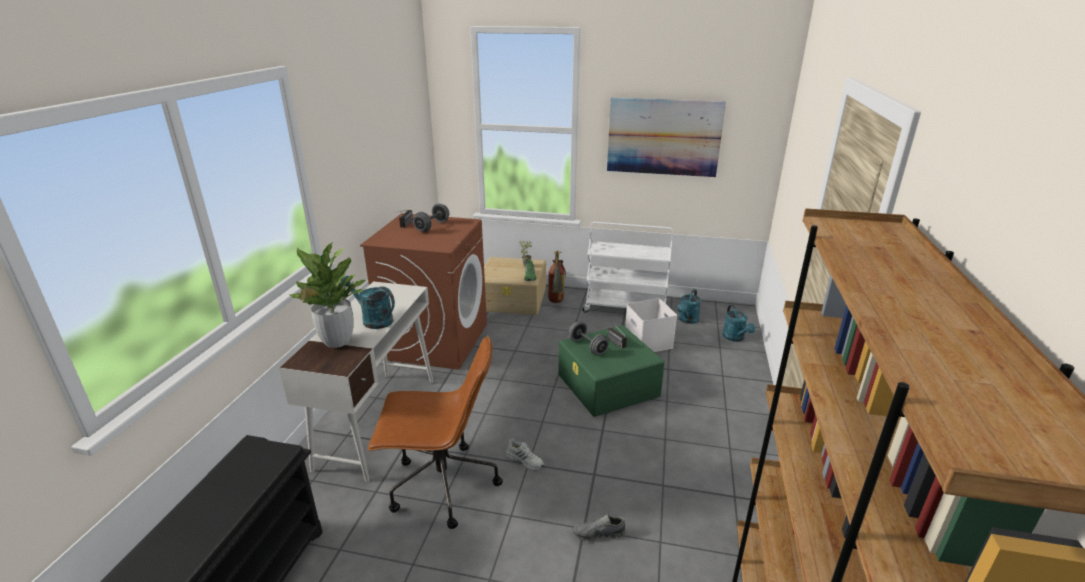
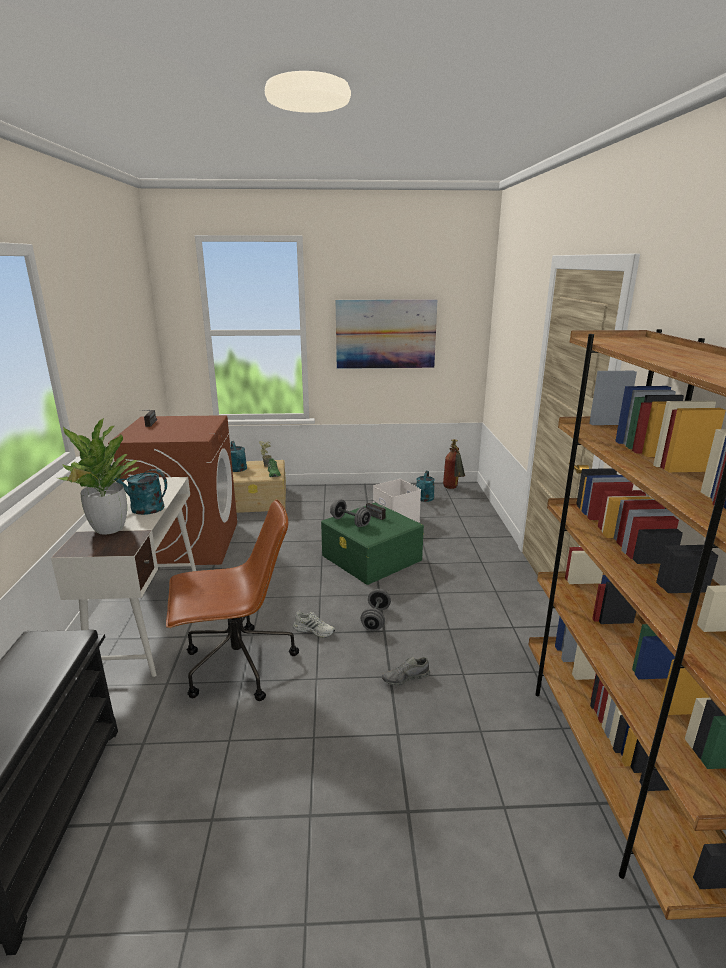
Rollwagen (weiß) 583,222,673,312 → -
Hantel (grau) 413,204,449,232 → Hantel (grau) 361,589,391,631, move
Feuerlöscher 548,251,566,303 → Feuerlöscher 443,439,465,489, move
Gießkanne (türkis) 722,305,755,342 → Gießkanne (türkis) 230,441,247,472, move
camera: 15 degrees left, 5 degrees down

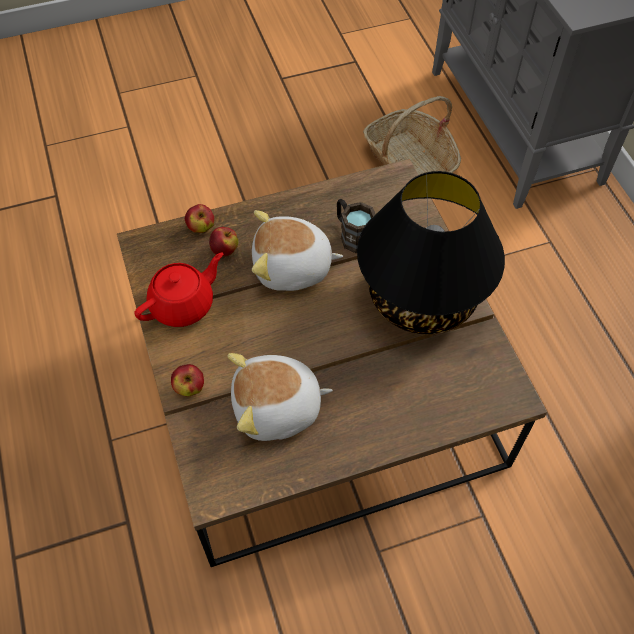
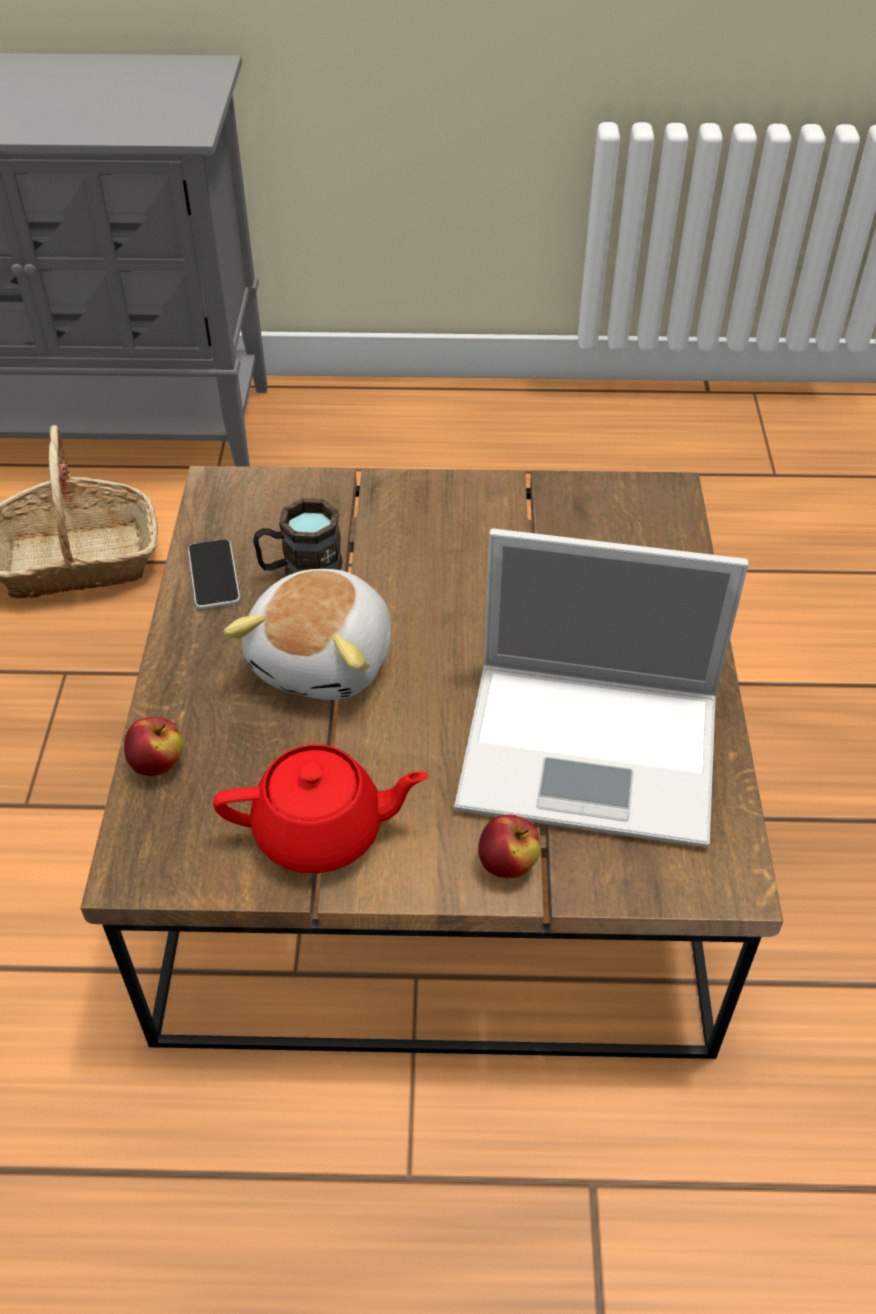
Apfel 209,227,238,257 → -
Tischlampe (schwarz) 357,171,505,335 → -
- → Handy 188,539,240,609
Plüschtier 228,353,333,441 → Laptop 454,528,749,848
Teekanne (rot) 135,252,223,327 → Teekanne (rot) 213,745,428,873, 105 degrees clockwise
camera: 70 degrees left, 10 degrees down

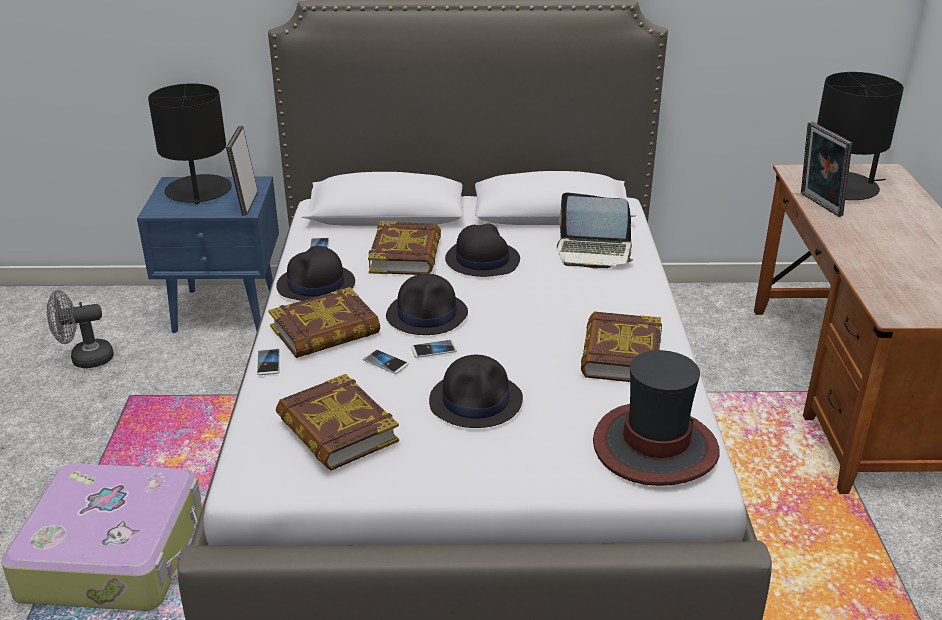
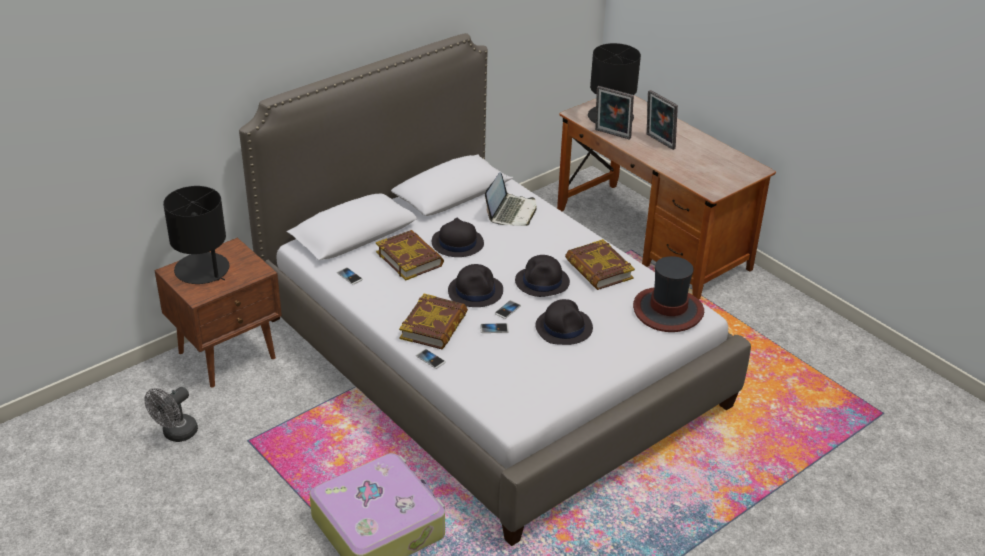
Buch 276,374,399,471 → -
Bilderrahmen 226,126,258,216 → Bilderrahmen 647,90,678,150, move
Hut (schwarz) 276,246,355,301 → Hut (schwarz) 515,255,570,297, move
Nachttisch (blau) 137,177,279,333 → Nachttisch (braun) 154,238,282,387
Laptop 557,192,633,268 → Laptop 485,172,536,226, 45 degrees counterclockwise
camera: 40 degrees left, 5 degrees up

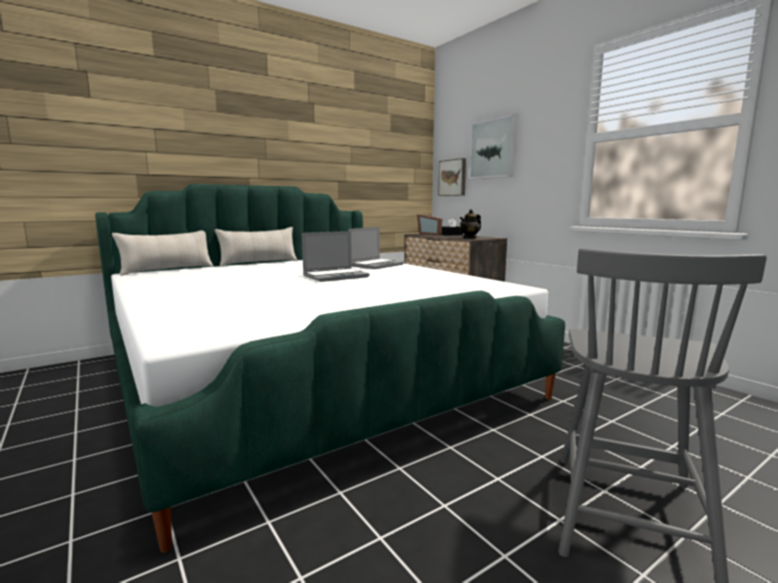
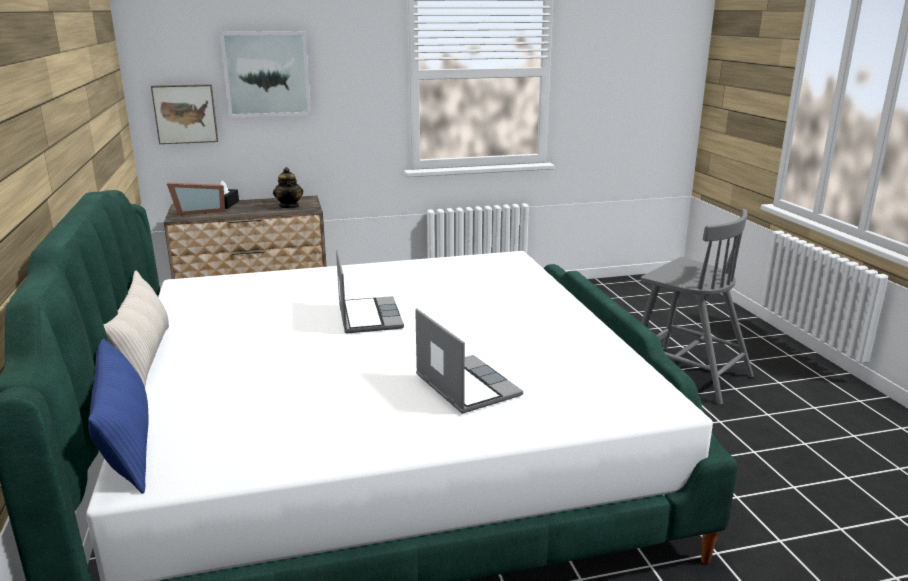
Laptop 349,227,404,269 → Laptop 415,308,523,414, move
Kissen (beige) 112,230,213,276 → Kissen (blau) 88,339,149,494
camera: 70 degrees left, 10 degrees up

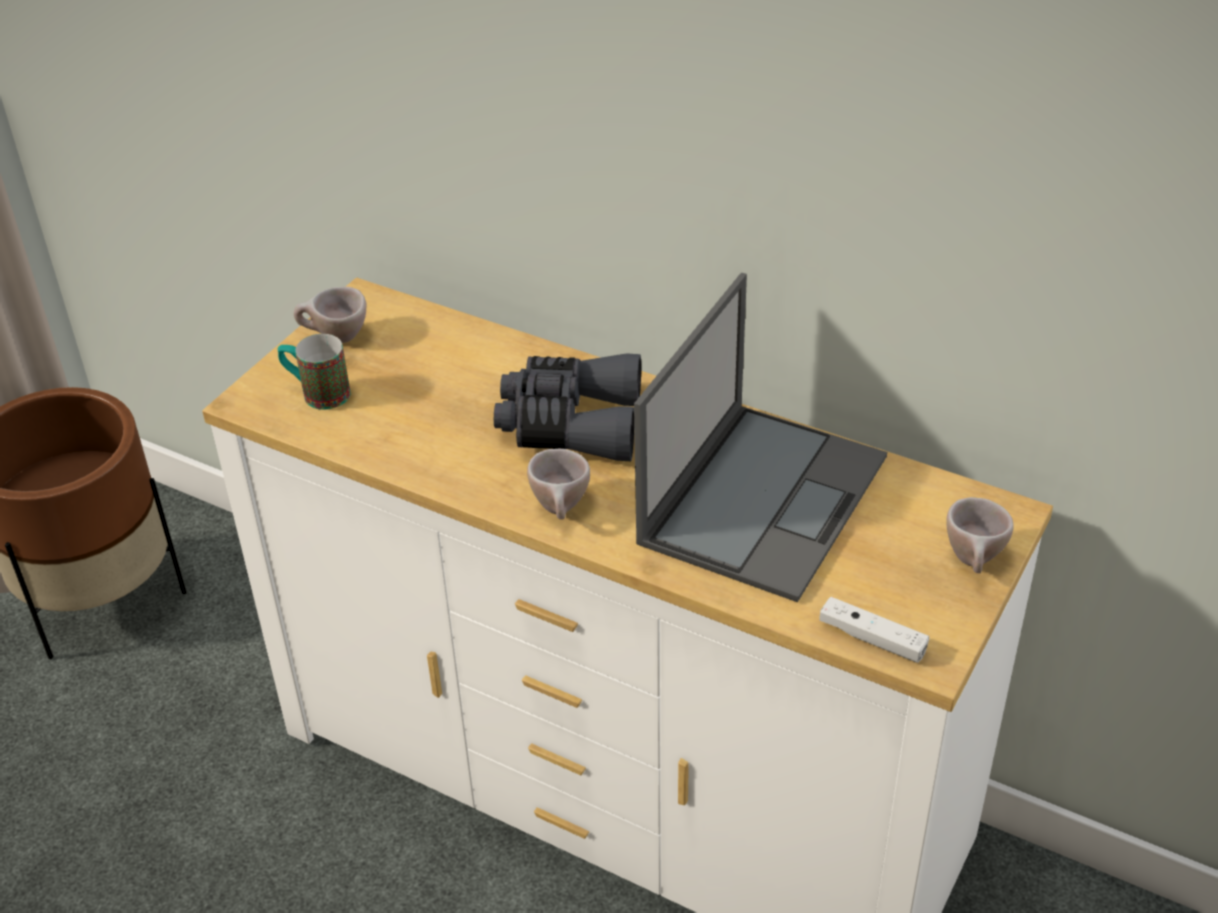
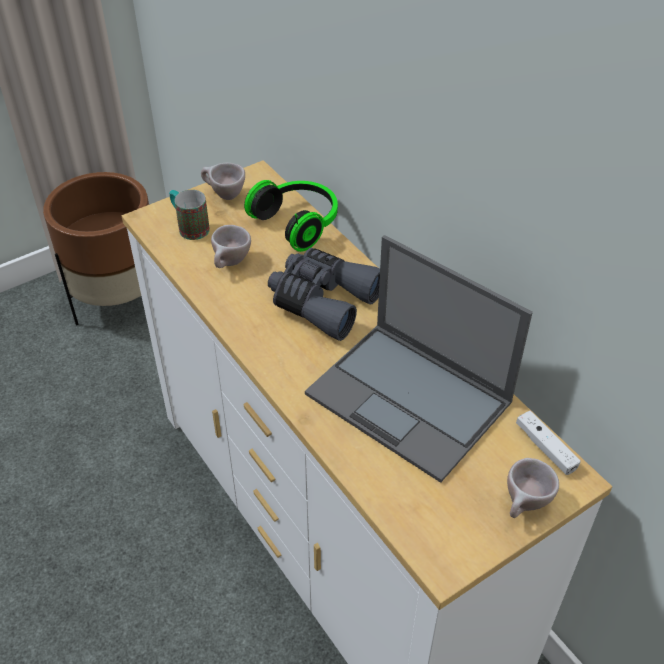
- → Kopfhörer 244,180,338,252
Tasse (beige) 527,449,590,520 → Tasse (beige) 211,225,251,268, move
Gamepad (weiß) 819,597,929,663 → Gamepad (weiß) 516,411,581,475, move
Laptop 634,273,887,602 → Laptop 305,235,533,483, 75 degrees clockwise
camera: 25 degrees right, 5 degrees up

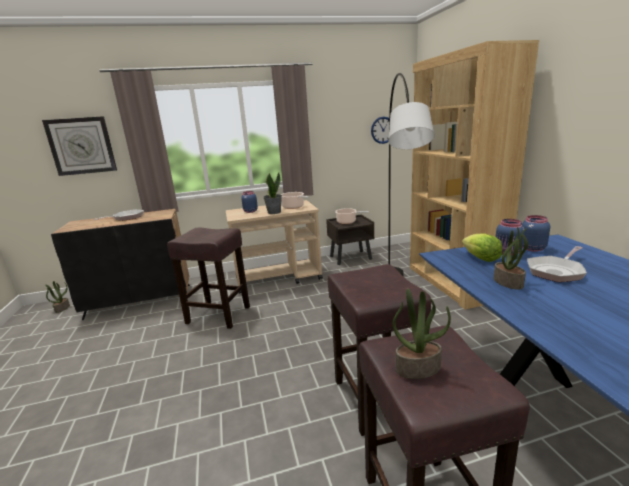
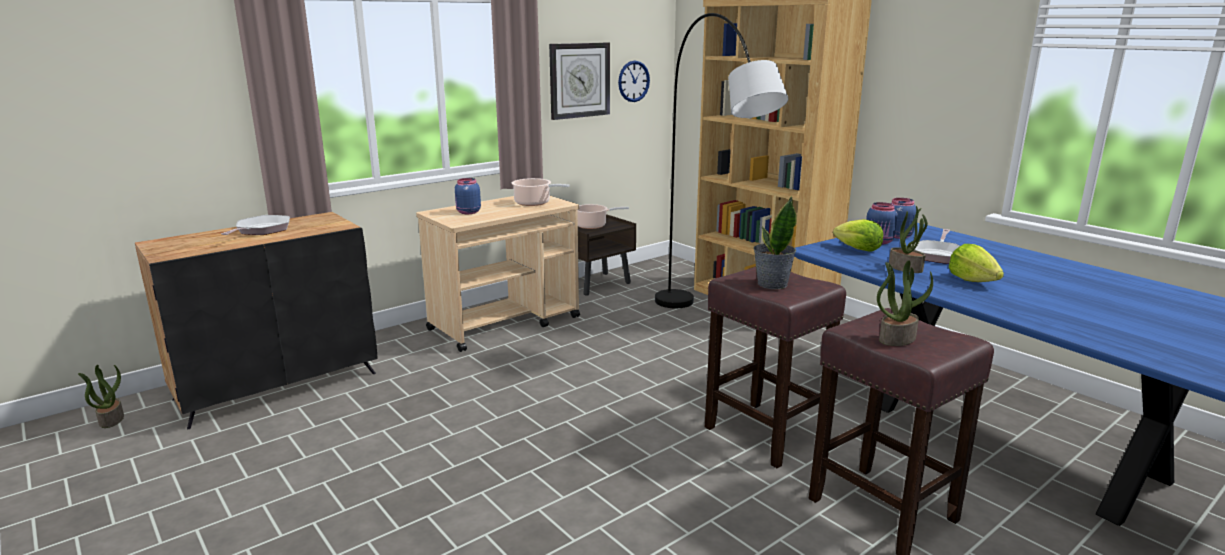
Hocker (braun) 167,228,250,329 → -
- → Salatkopf 949,244,1004,282
Wanduhr 42,116,117,176 → Wanduhr 549,43,610,120, move
Topfpflanze 263,173,282,214 → Topfpflanze 753,196,797,289, move
camera: 25 degrees left, 0 degrees up

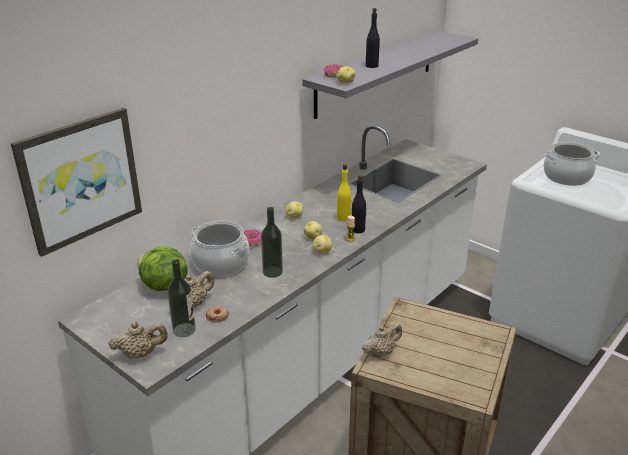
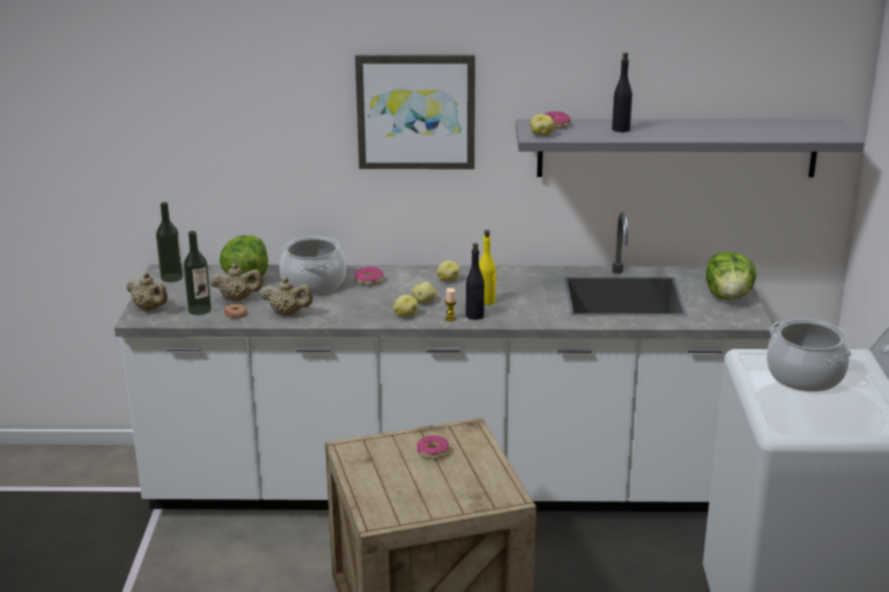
- → Donut 417,435,449,459
- → Salatkopf 706,252,757,299
Bild 11,108,142,257 → Bild 355,55,475,169, move
Flasche 261,207,283,278 → Flasche 156,202,183,282, move
Teekanne (beige) 362,323,402,358 → Teekanne (beige) 260,277,313,315, move
camera: 50 degrees right, 5 degrees down

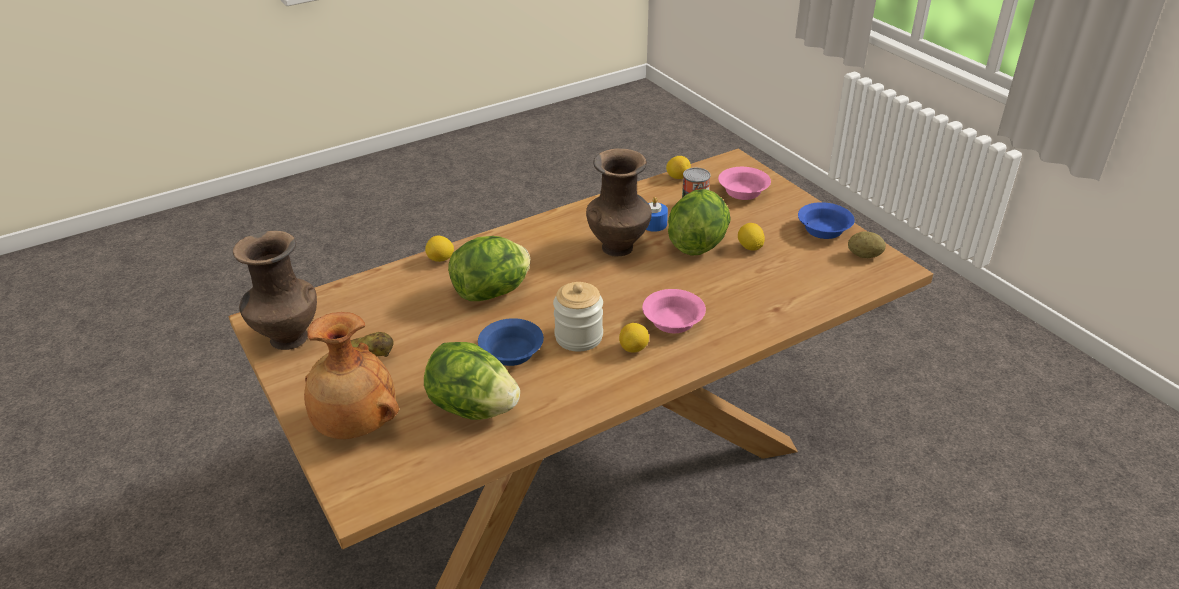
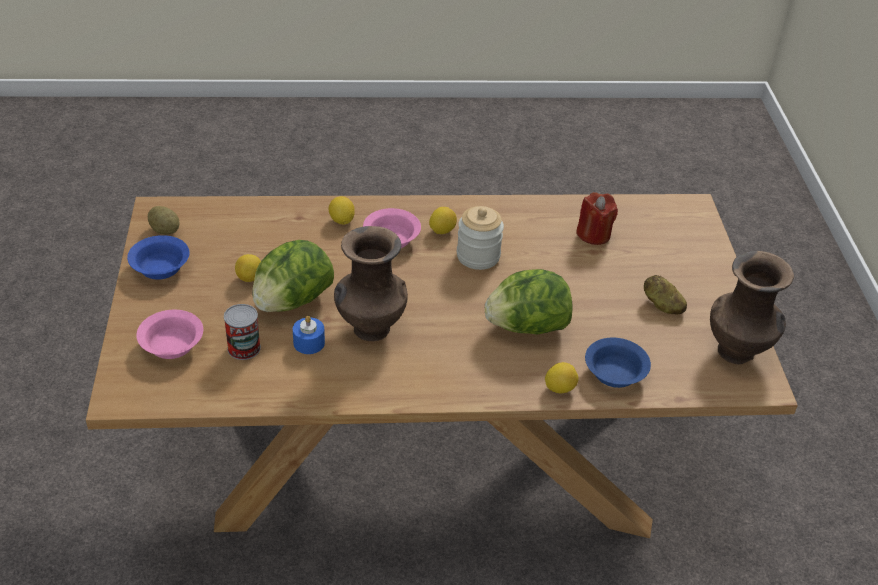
Vase (braun) 304,312,399,439 → -
Schüssel (blau) 478,318,544,366 → Schüssel (blau) 585,337,651,388, move
Zitrone 666,156,691,179 → Zitrone 329,196,355,225, move
Salatkopf 424,342,520,420 → Kerze (rot) 576,192,618,245
camera: 155 degrees left, 5 degrees up

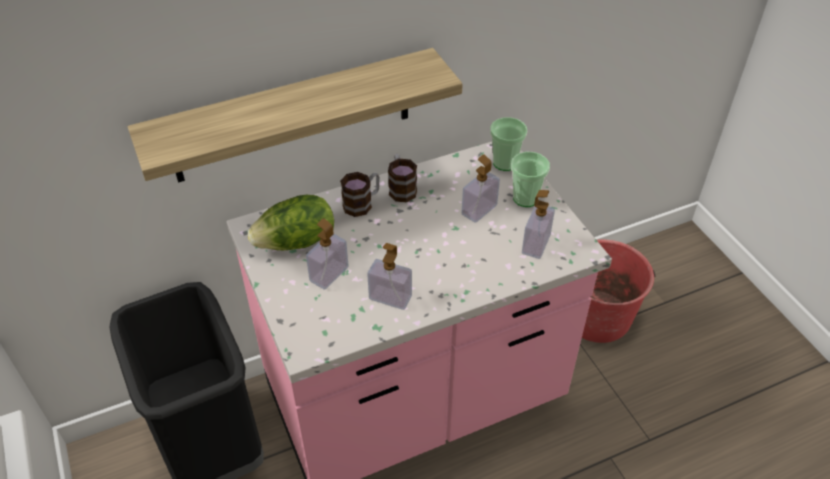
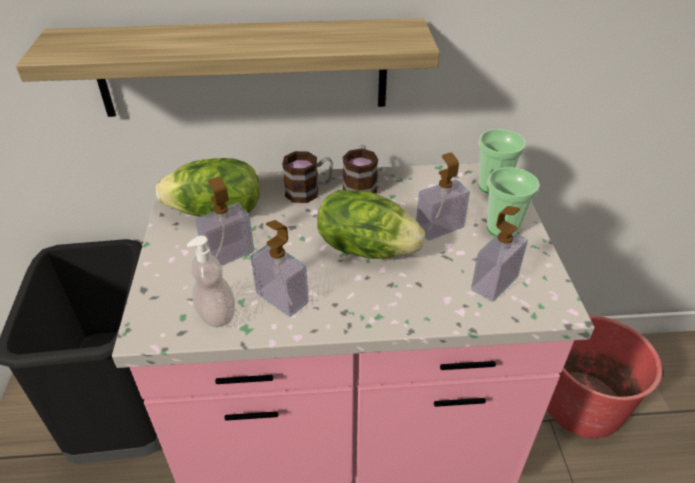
- → Seifenspender 187,236,235,327
- → Salatkopf 317,190,425,259
camera: 20 degrees right, 5 degrees down

